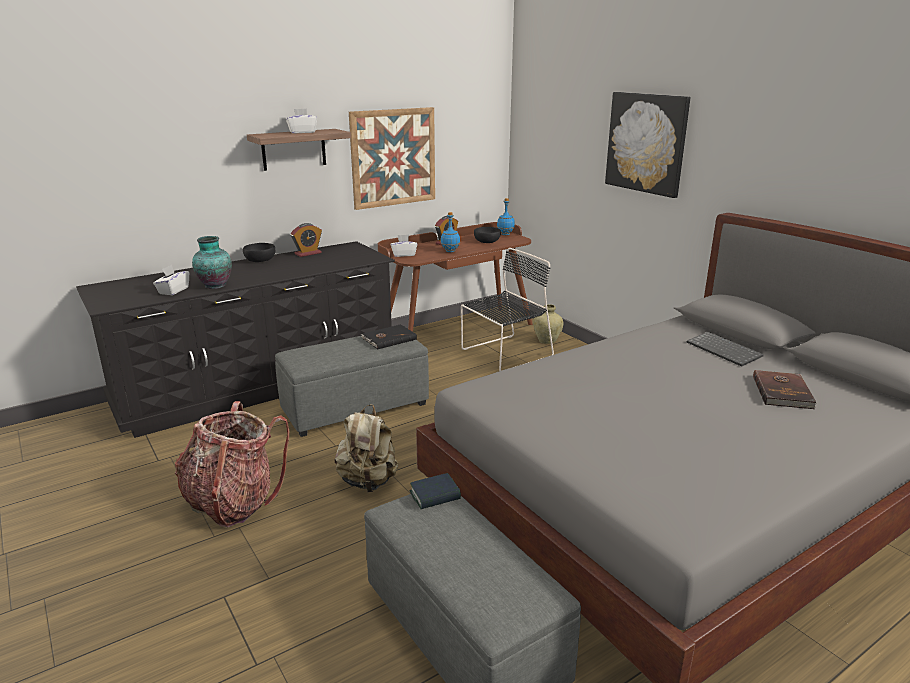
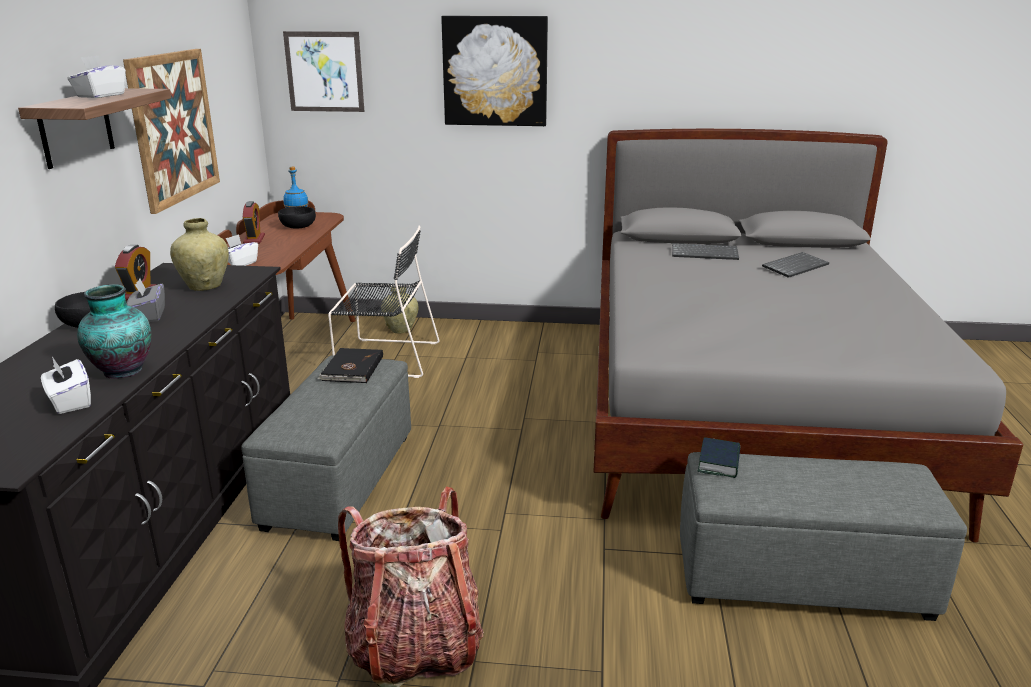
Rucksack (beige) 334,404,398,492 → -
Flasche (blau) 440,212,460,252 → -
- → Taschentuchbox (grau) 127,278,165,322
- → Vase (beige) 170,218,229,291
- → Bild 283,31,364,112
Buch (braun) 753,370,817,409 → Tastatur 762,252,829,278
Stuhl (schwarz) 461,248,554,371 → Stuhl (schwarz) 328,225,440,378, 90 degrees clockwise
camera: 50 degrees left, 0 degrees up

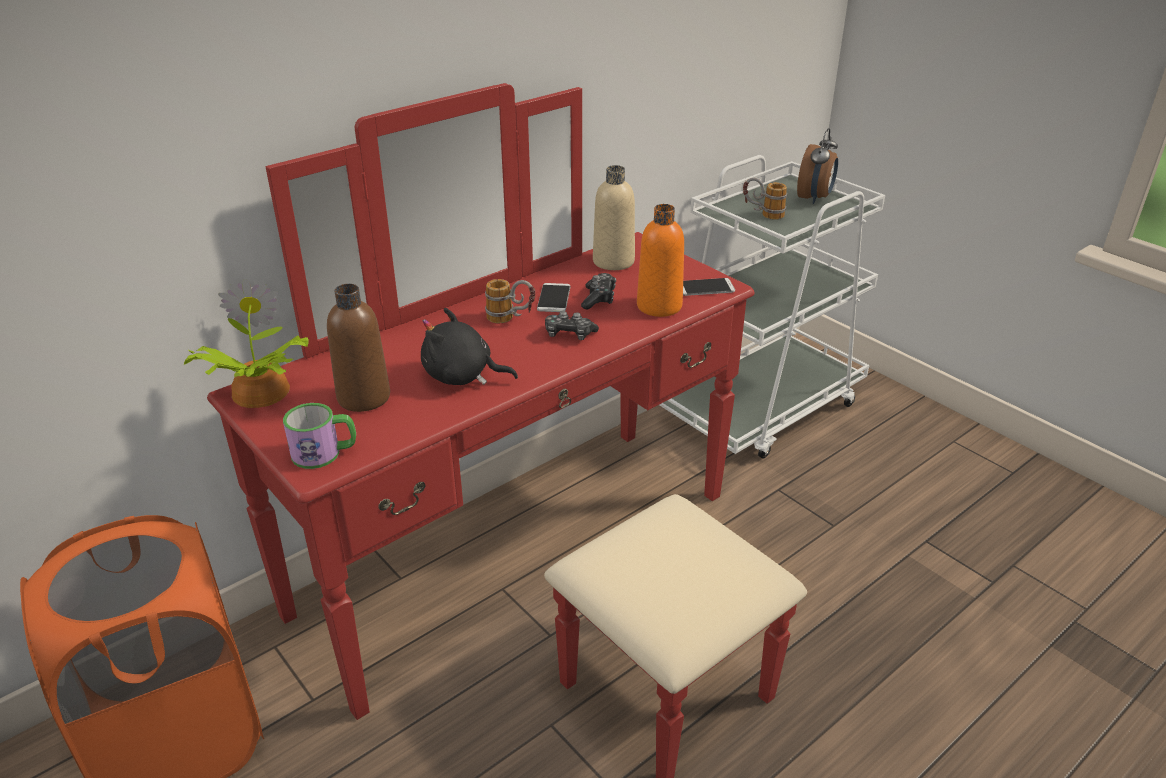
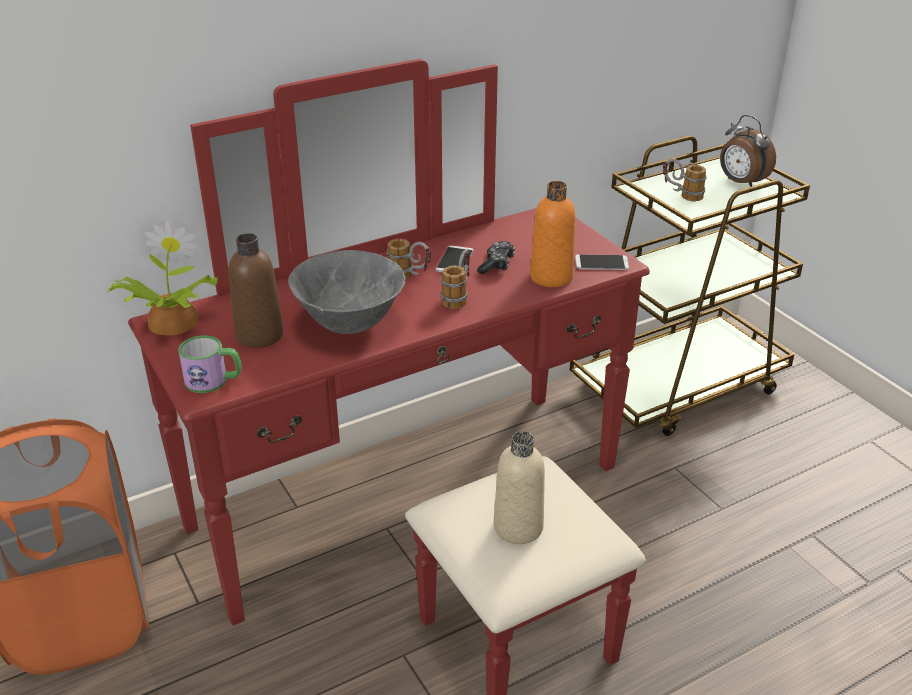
Flasche (beige) 593,165,635,270 → Flasche (beige) 494,431,545,544, move
Plüschtier (schwarz) 421,308,518,385 → Schüssel (grau) 288,250,405,334
Gamepad 545,311,599,340 → Henkelbecher 440,249,470,309
Rollwagen (weiß) 659,155,885,459 → Rollwagen (braun) 570,136,810,436
Wecker 797,128,838,204 → Wecker 720,115,776,187, 105 degrees clockwise
camera: 10 degrees right, 0 degrees up

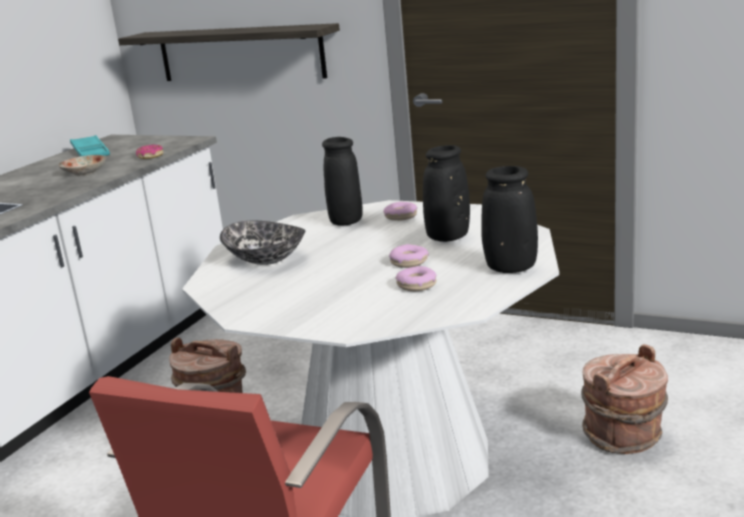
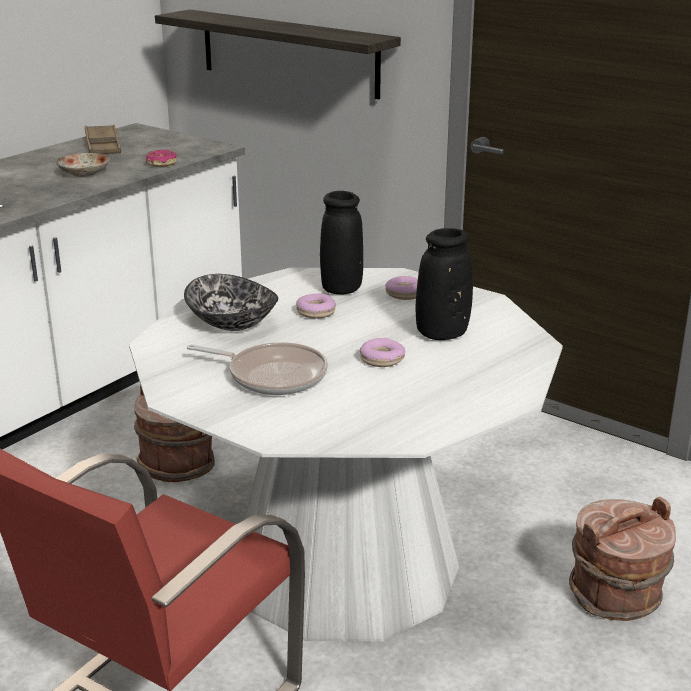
Vase (schwarz) 481,166,538,273 → -
- → Pfanne 187,342,328,395
Donut 396,266,437,291 → Donut 296,294,336,319, move
Tablett (türkis) 70,135,110,157 → Tablett (braun) 85,125,121,154
camera: 10 degrees right, 5 degrees up

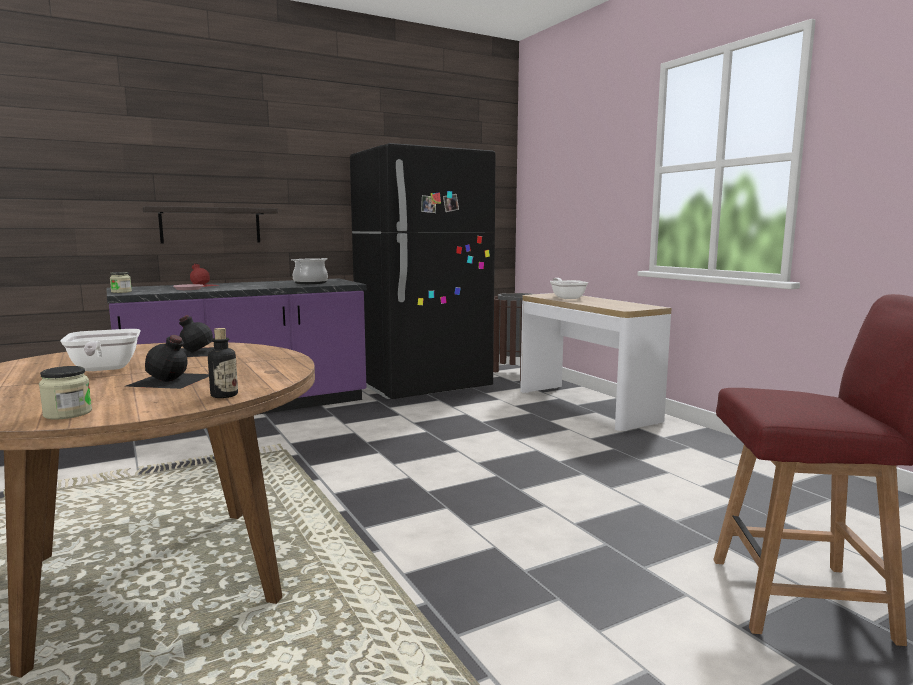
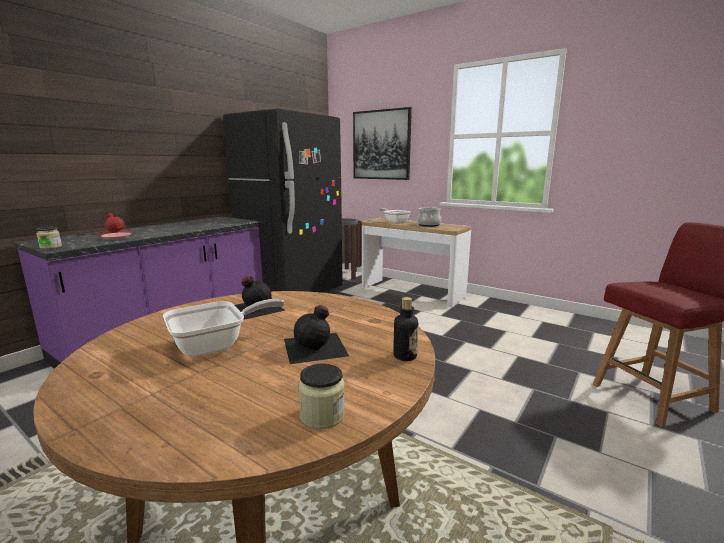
Wandregal 143,206,278,243 → -
- → Bild 353,107,412,180
Kochtopf 291,258,328,284 → Kochtopf 417,207,441,227, move
Pfanne 60,329,141,371 → Pfanne 163,299,285,357, 75 degrees counterclockwise
camera: 25 degrees left, 5 degrees up

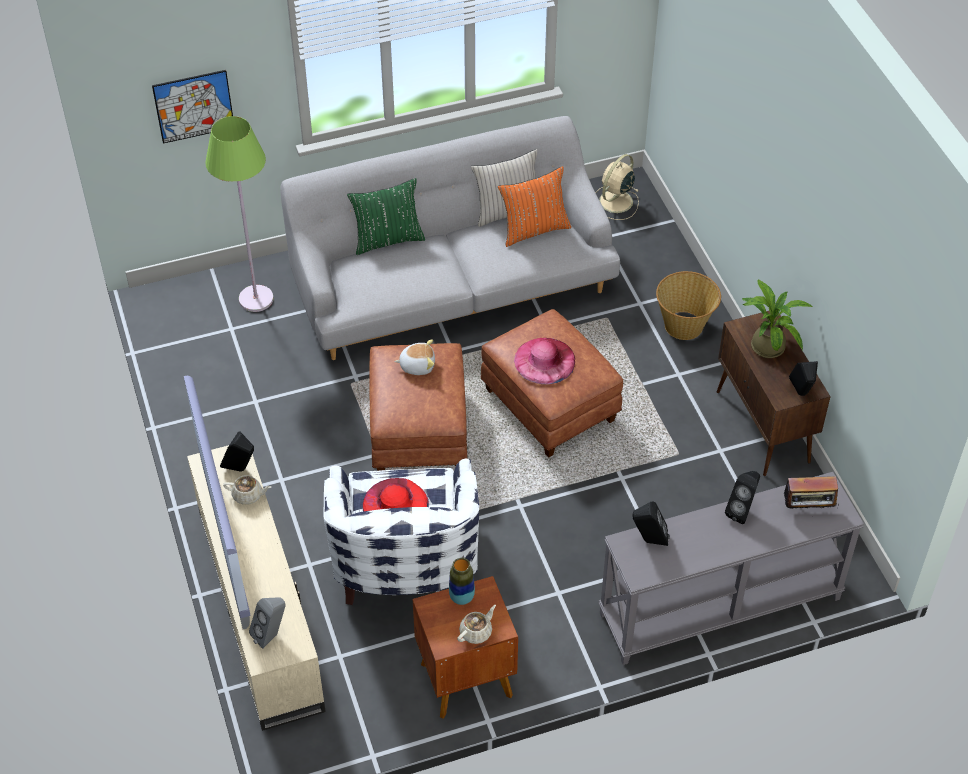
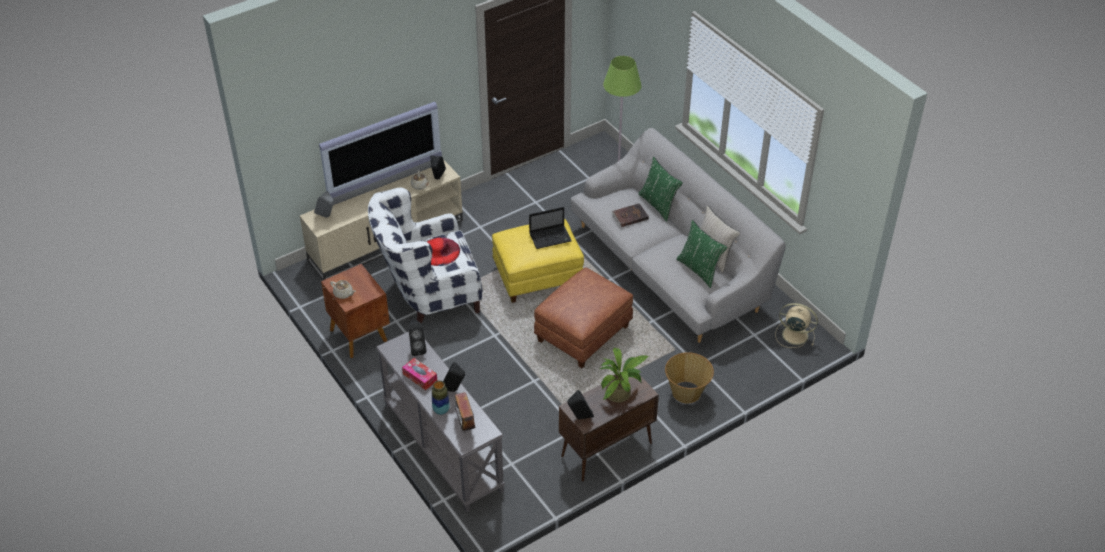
Bild 152,70,233,144 → -
Hut (rosa) 514,338,575,384 → -
- → Taschentuchbox 402,358,437,390
- → Buch (braun) 612,203,649,227
Vase 449,558,475,605 → Vase 432,381,450,415, move
Plüschtier 394,339,435,375 → Laptop 529,207,572,249
Polsterhocker (braun) 369,343,468,471 → Polsterhocker (gelb) 492,219,584,303
Kissen (orange) 498,166,571,247 → Kissen (grün) 676,220,727,288
camera: 75 degrees right, 5 degrees down

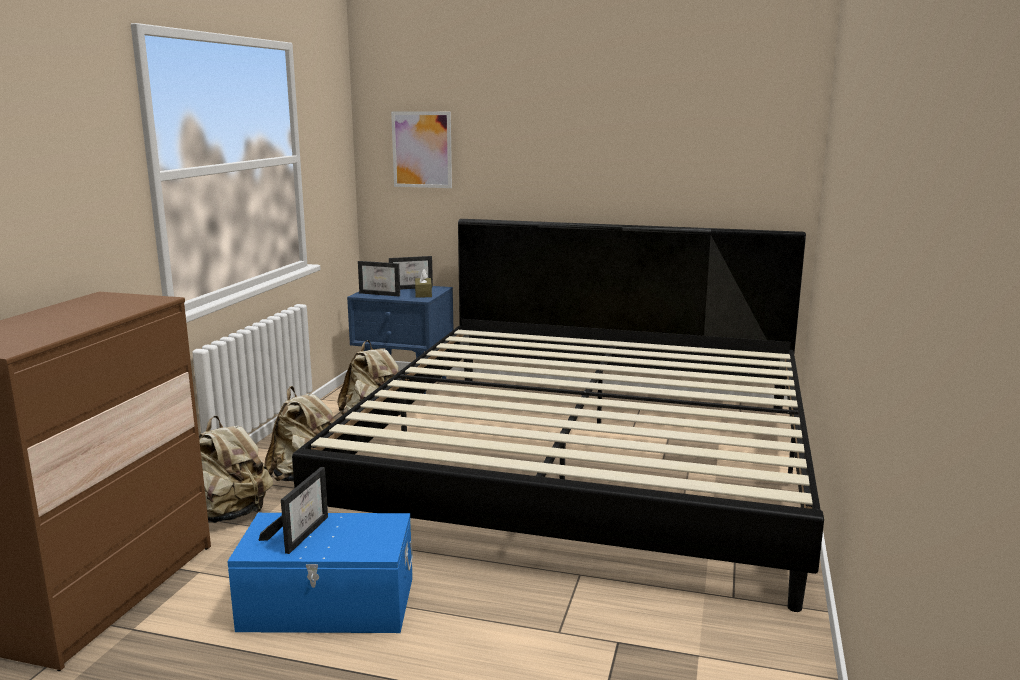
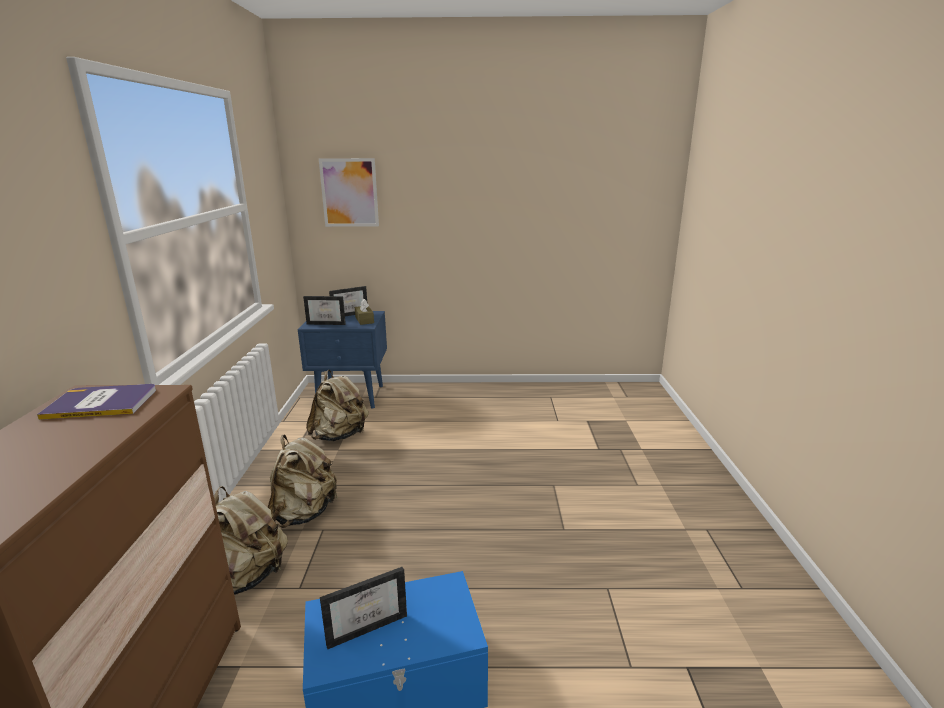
Bett 292,219,824,612 → -
- → Buch 37,384,156,420
Bilderrahmen 259,467,328,554 → Bilderrahmen 320,567,407,649, 60 degrees clockwise
camera: 15 degrees left, 5 degrees up

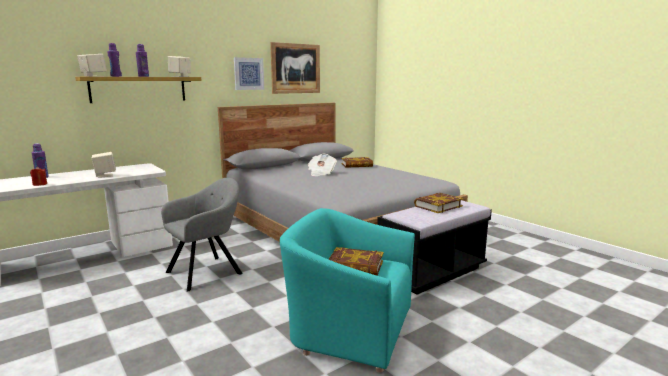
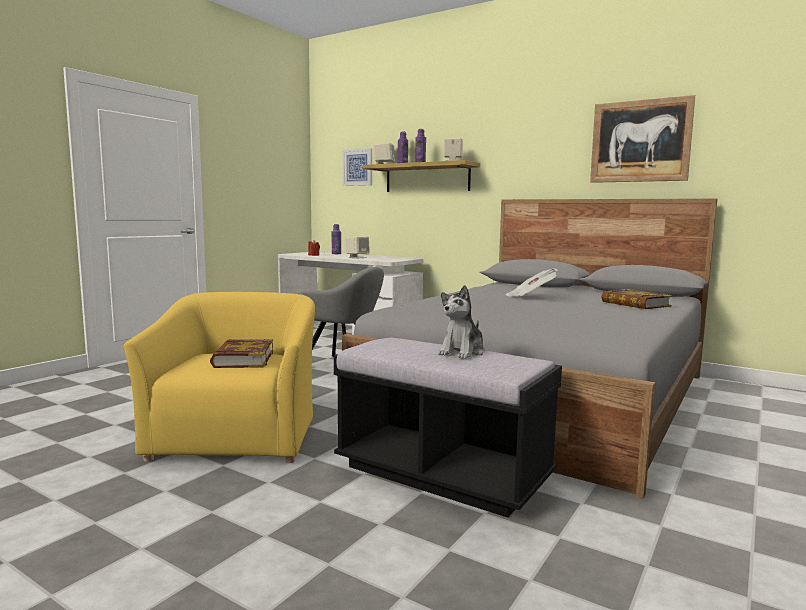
Bild 234,57,264,90 → Bild 342,148,372,186, move
Buch 414,193,463,213 → Plüschtier 438,285,485,359
Sessel (türkis) 280,208,415,373 → Sessel (gelb) 124,292,315,463
camera: 70 degrees right, 5 degrees down

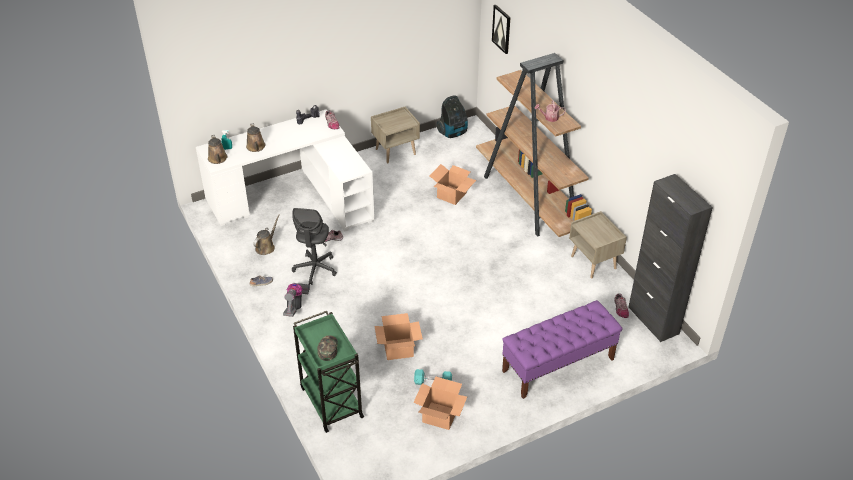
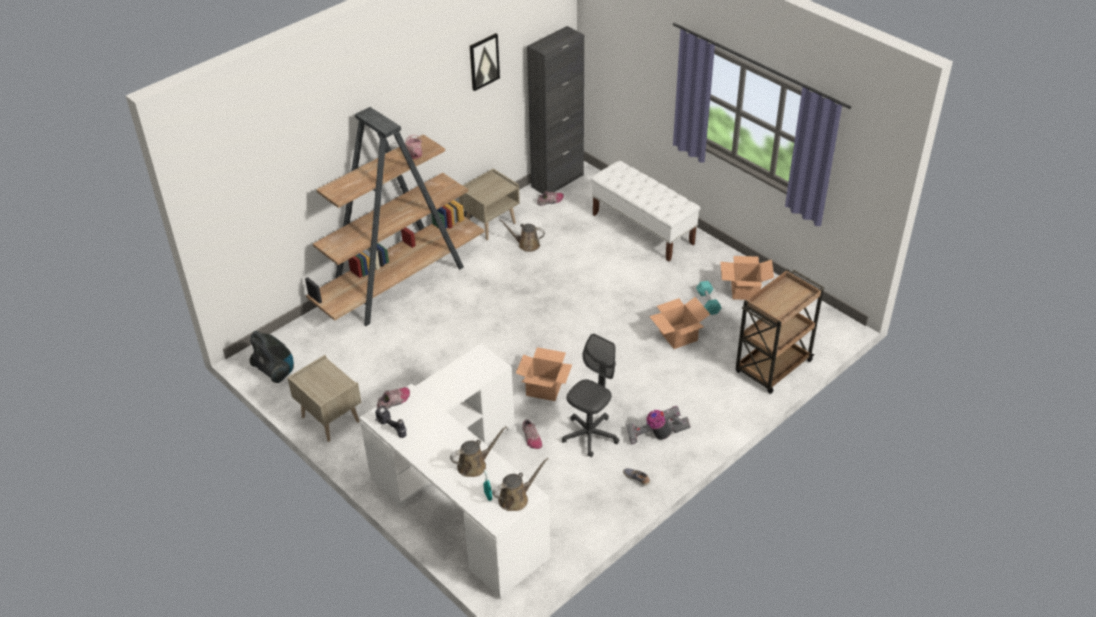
Kappe (grün) 317,336,338,361 → -
Gießkanne (braun) 253,215,280,255 → Gießkanne (braun) 499,219,545,252, move
Karton 429,164,476,205 → Karton 516,347,572,401, move
Bild 492,5,510,54 → Bild 470,33,500,91, move
Rollwagen (grün) 293,311,364,433 → Rollwagen (braun) 735,269,824,394
Bank (lila) 502,300,623,399 → Bank (weiß) 591,161,700,262
Bürostuhl (grau) 292,208,337,285 → Bürostuhl (grau) 562,333,619,457, 45 degrees counterclockwise
camera: 105 degrees left, 0 degrees up

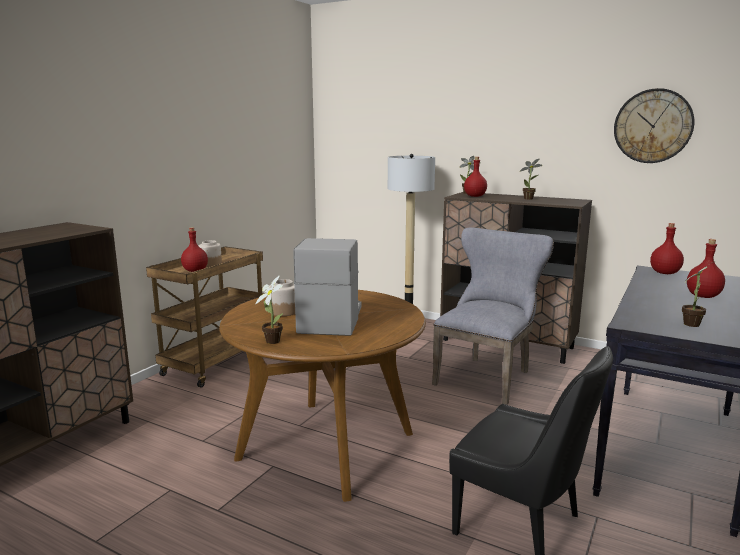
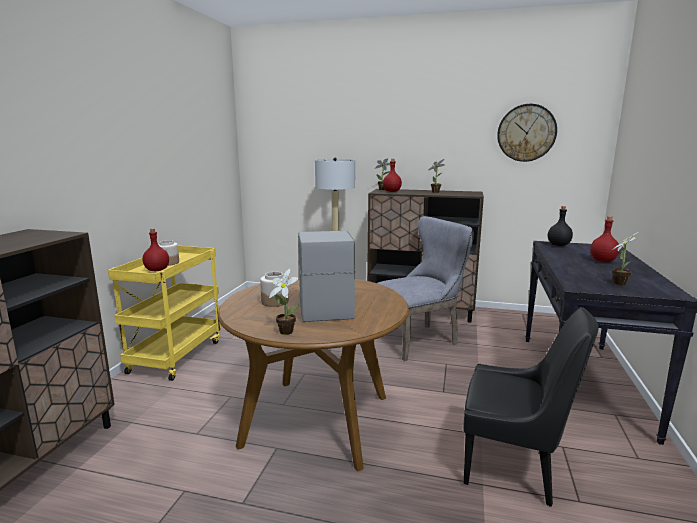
Rollwagen (braun) 146,246,265,388 → Rollwagen (gelb) 108,246,222,381
Flasche (rot) 650,223,684,274 → Flasche (schwarz) 548,206,573,246
Stuhl (grau) 432,228,554,405 → Stuhl (grau) 377,216,474,361, 45 degrees clockwise
camera: 15 degrees left, 0 degrees up

